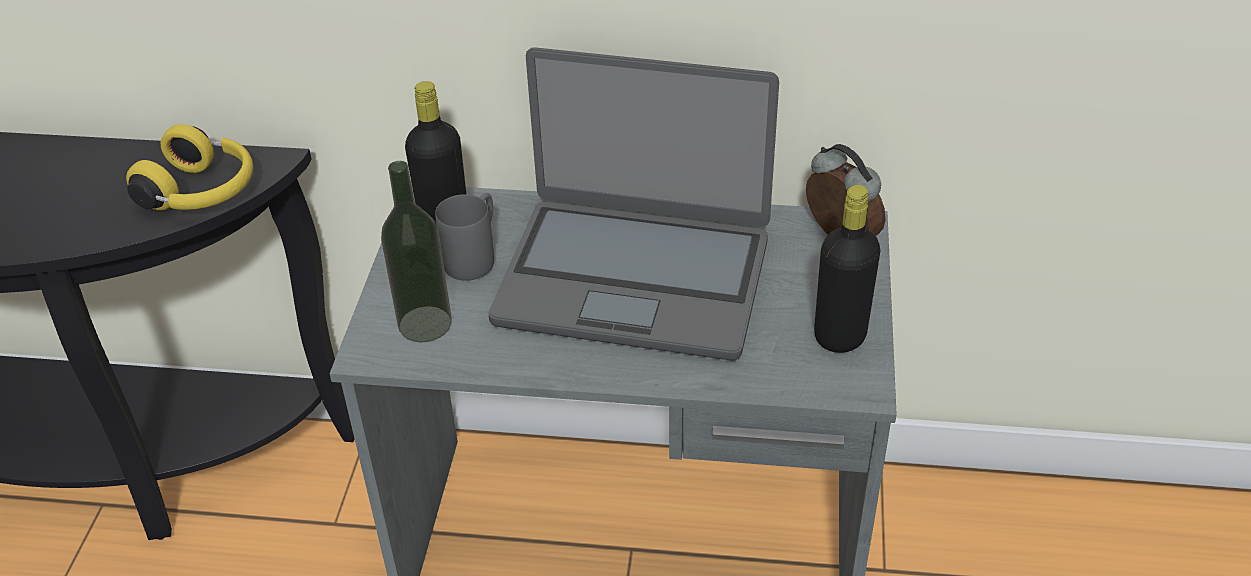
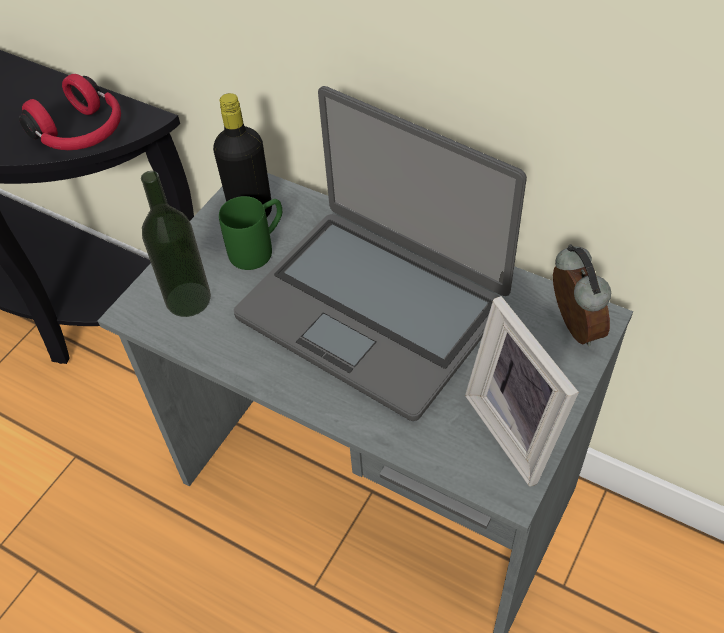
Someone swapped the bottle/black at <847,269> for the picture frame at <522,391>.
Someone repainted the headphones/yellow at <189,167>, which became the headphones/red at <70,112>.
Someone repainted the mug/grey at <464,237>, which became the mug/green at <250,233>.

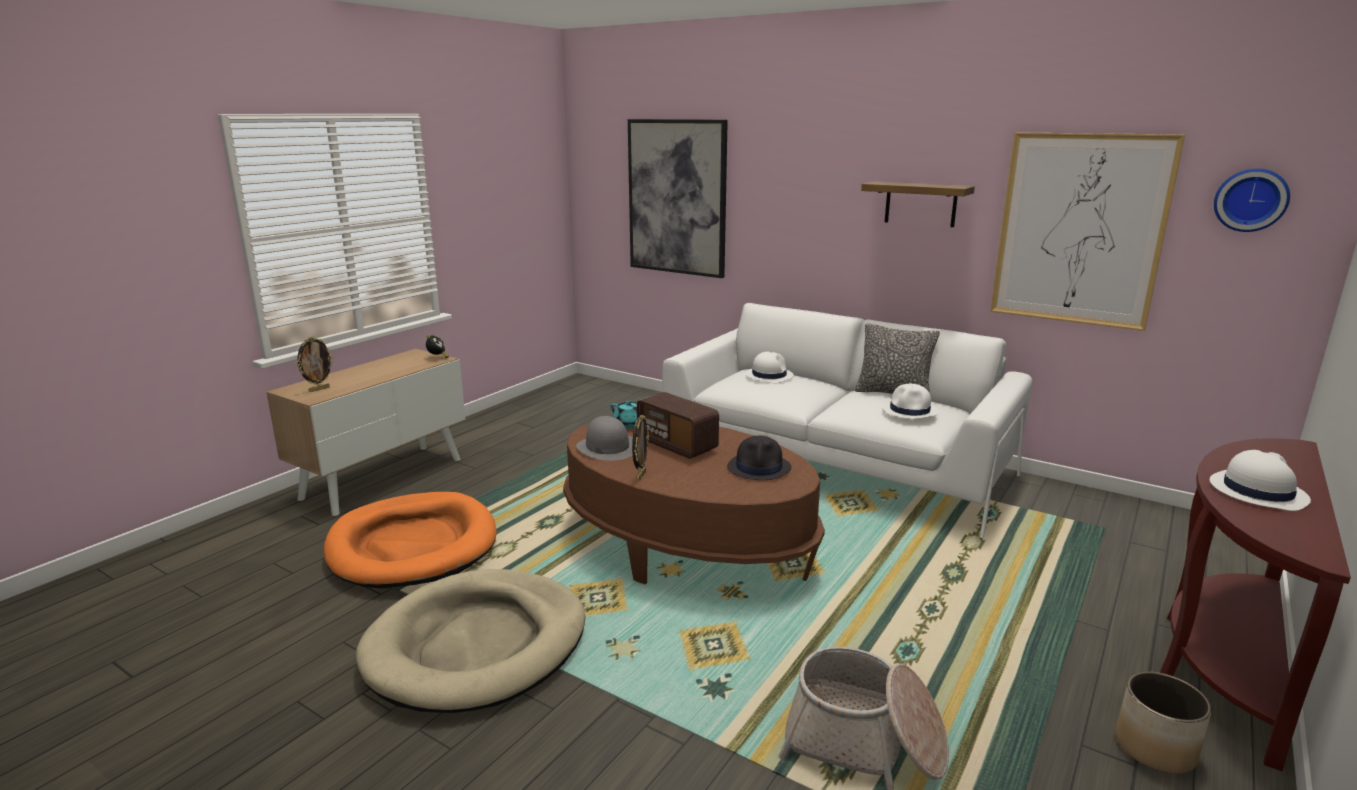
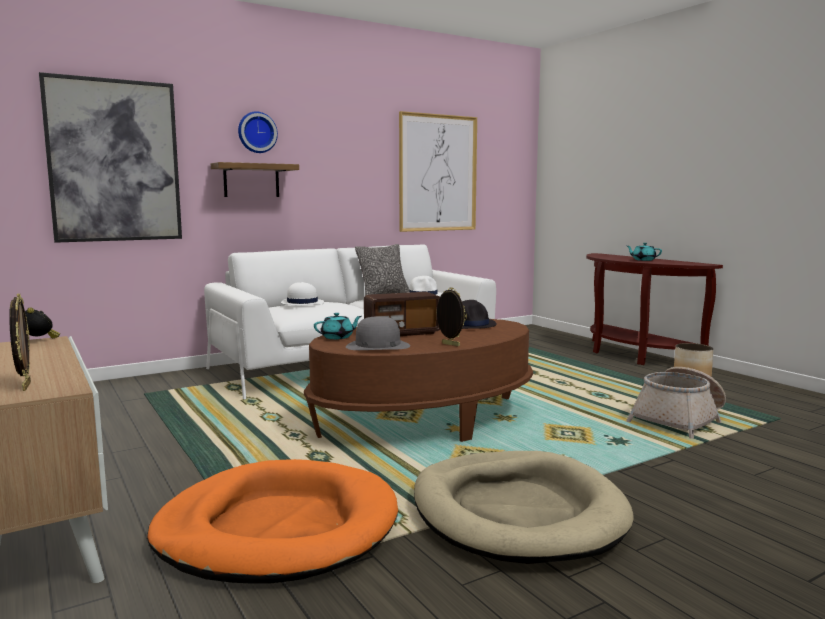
Someone carried the shelf from <918,204> to <255,179>.
Someone carried the wall clock from <1252,200> to <258,132>.
Someone swapped the hat/white at <1260,480> for the teapot/turquoise at <644,252>.

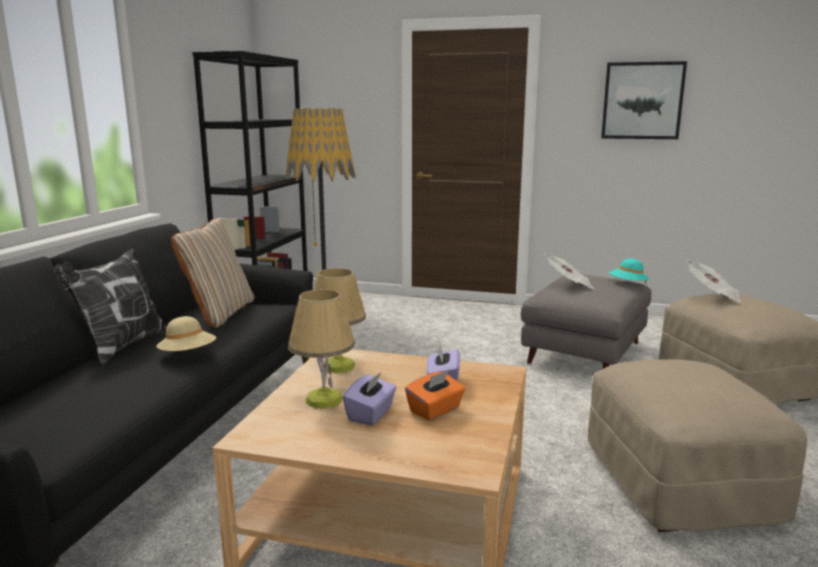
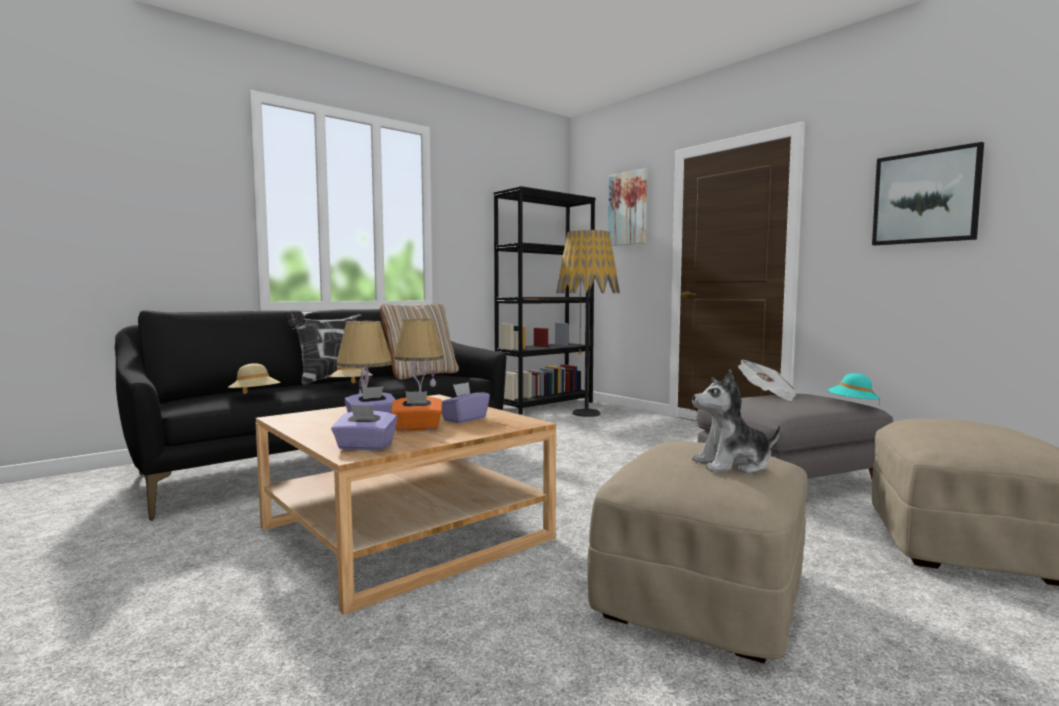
Someone took away the newspaper at <713,281>.
Someone put down the hat/beige at <254,378>.
Someone put down the tissue box/purple at <364,427>.
Someone put up the picture at <628,207>.
Someone put down the plush toy at <736,422>.

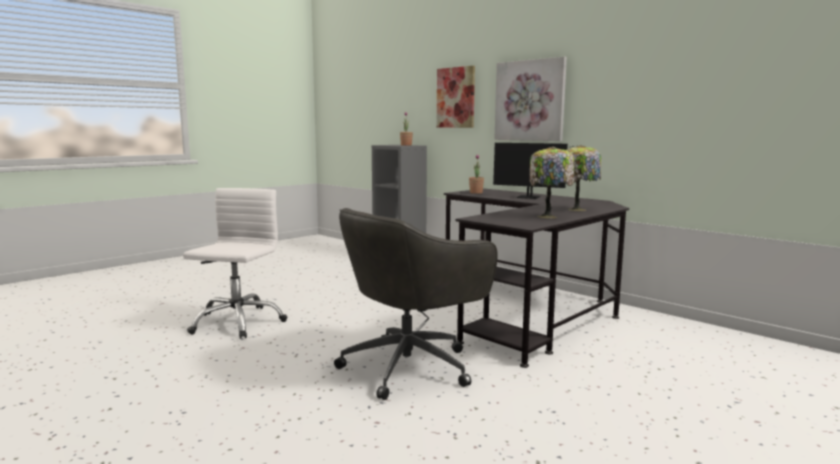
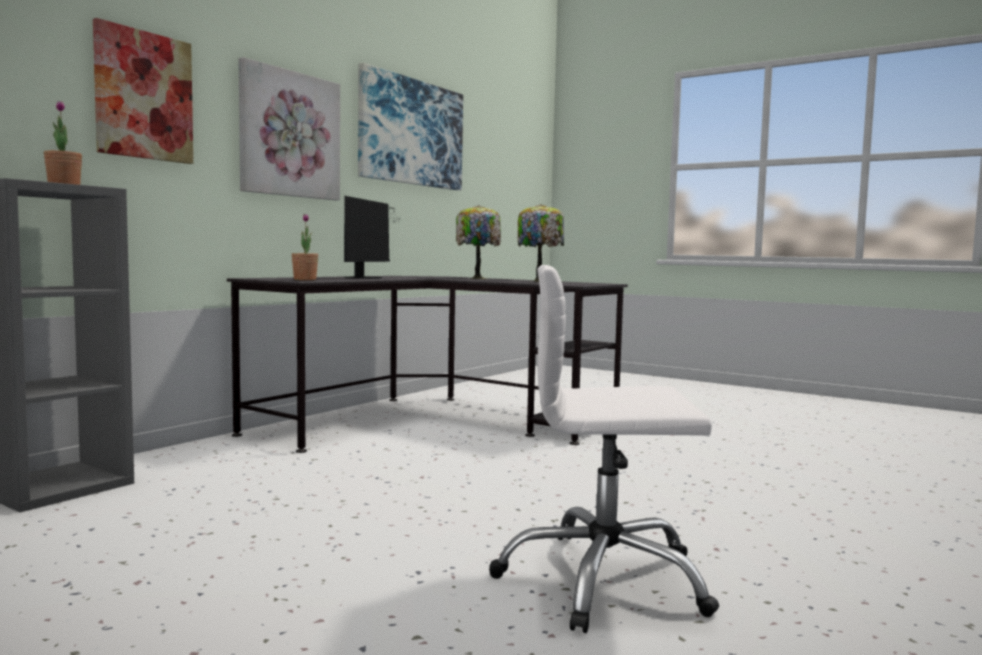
Someone took away the office chair/grey at <416,304>.
Someone put up the picture at <410,126>.

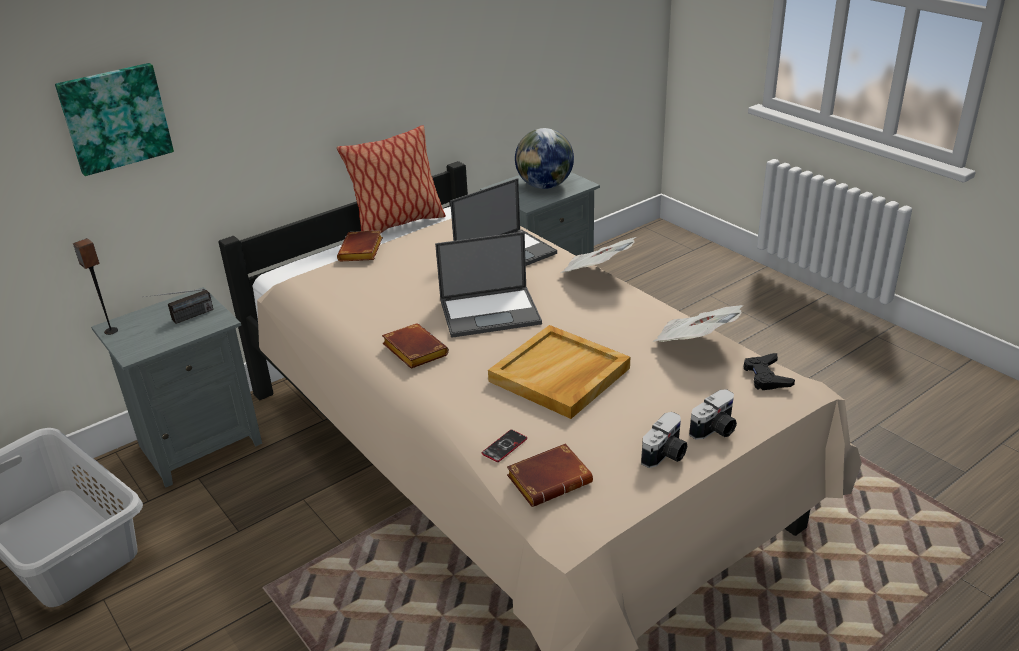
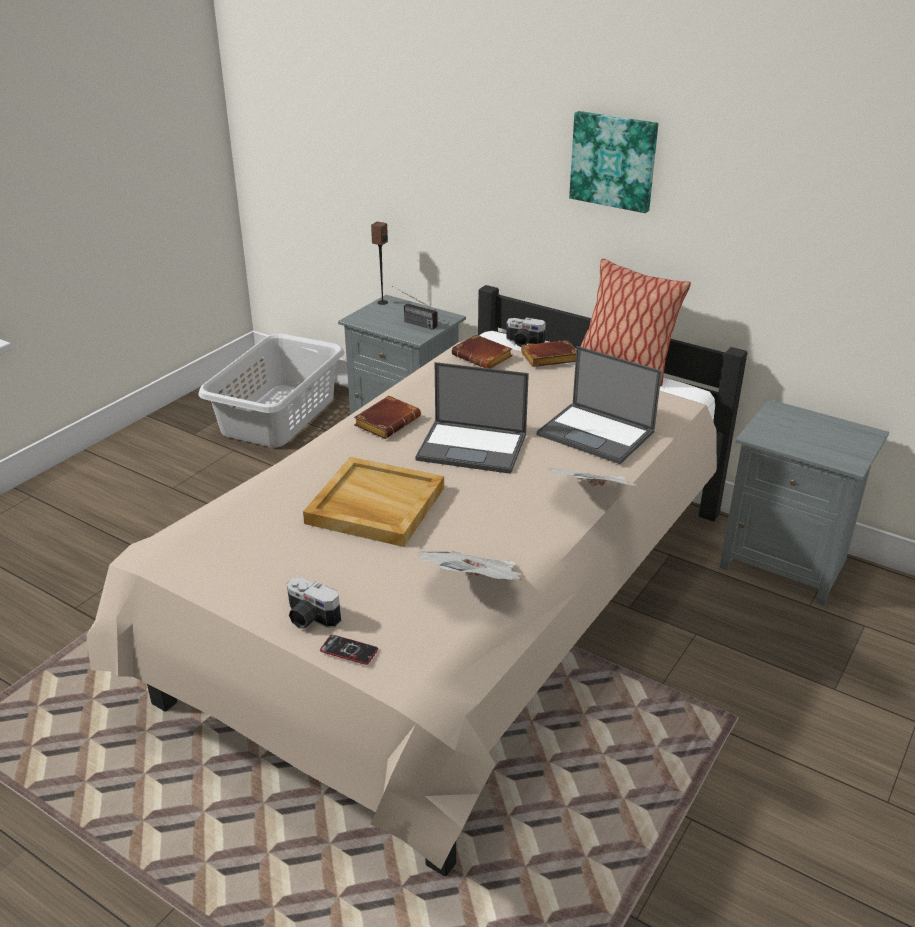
Someone took away the globe at <544,158>.
Someone took away the game controller/black at <769,371>.
Someone carried the picture from <114,119> to <613,162>.
Someone carried the phone from <504,446> to <349,650>.
Someone carried the book/brown from <550,475> to <482,352>.
Someone carried the photo camera from <664,440> to <526,332>.
Someone rotated the laptop at <488,285> by 45 degrees counterclockwise.

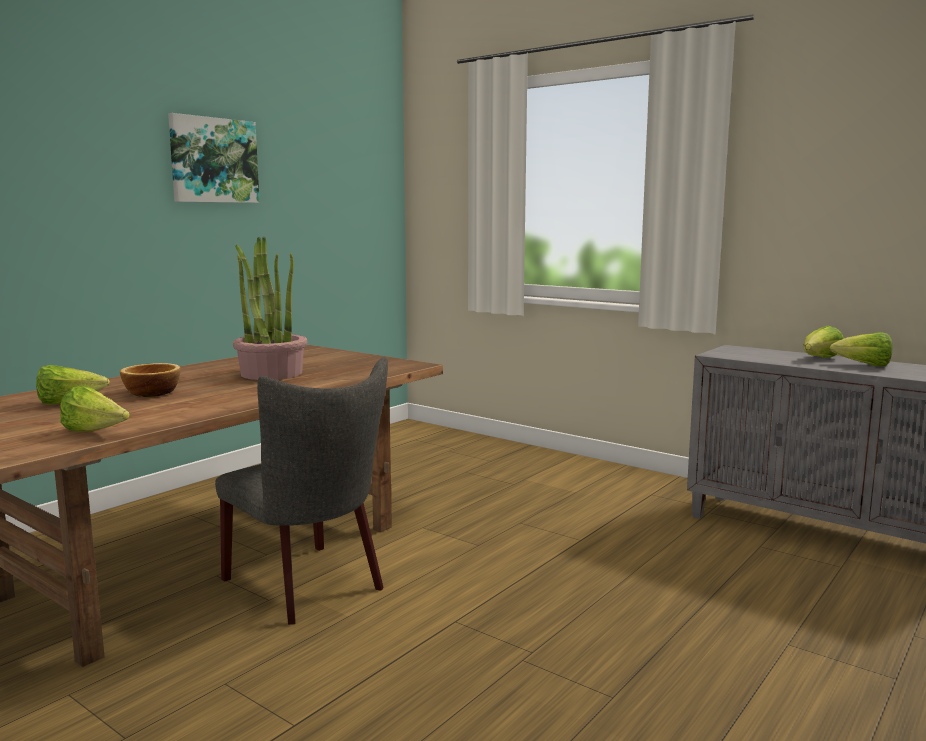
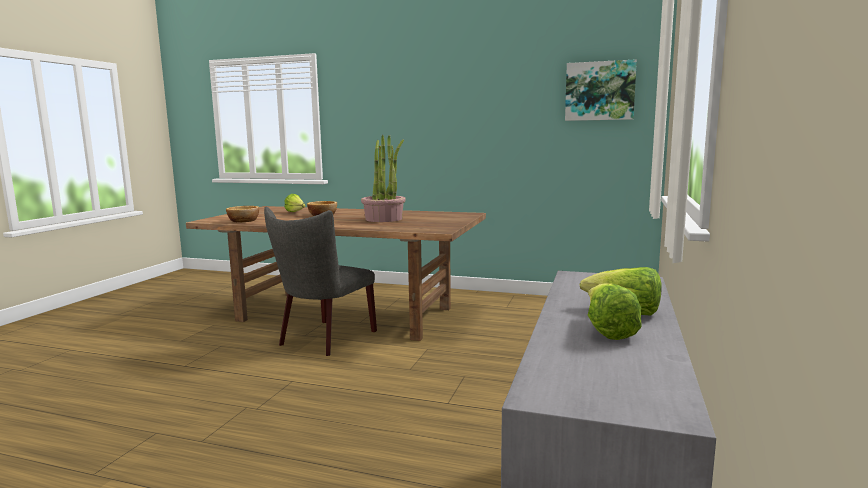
Someone carried the picture from <214,158> to <601,90>.
Someone swapped the lettuce at <95,409> for the bowl at <242,214>.

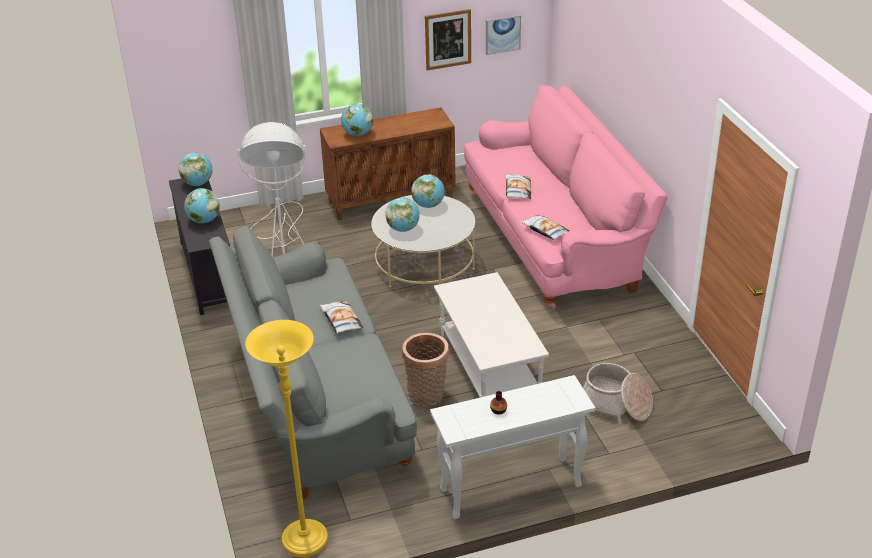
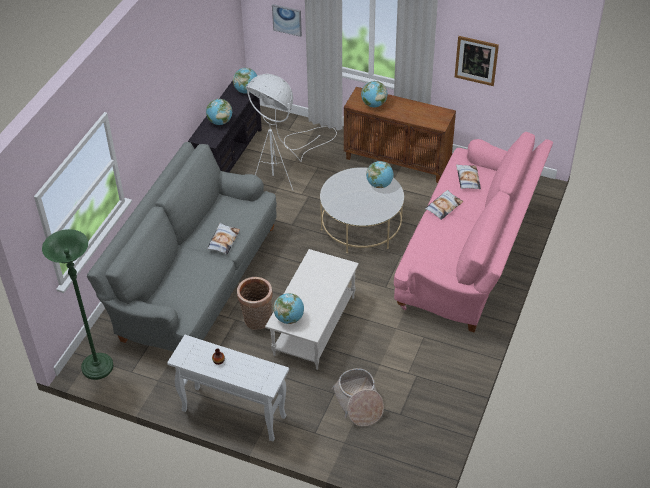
Someone carried the globe from <402,214> to <288,308>.
Someone carried the picture from <503,35> to <287,20>.
Someone carried the pillow from <545,227> to <468,176>.
Someone repainted the floor lamp/yellow at <286,438>, which became the floor lamp/green at <77,304>.

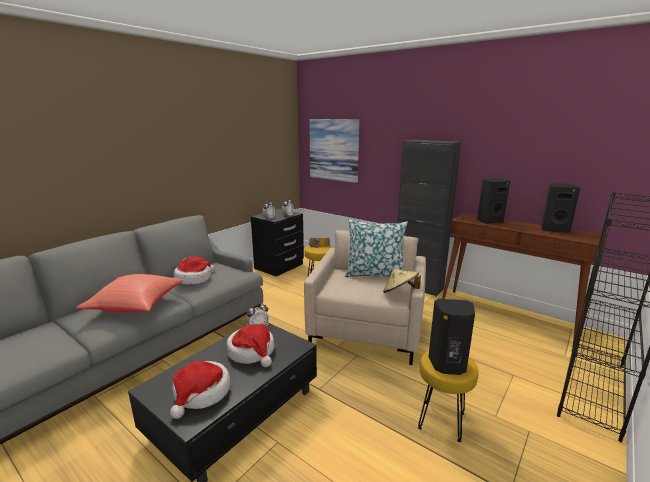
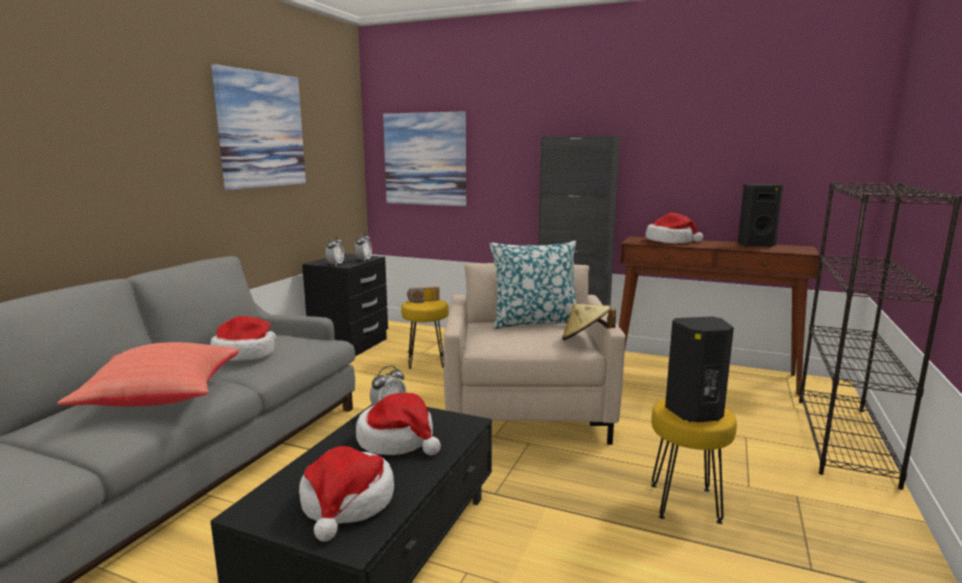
Someone put up the picture at <258,127>.
Someone swapped the speaker/black at <493,201> for the hat at <674,228>.

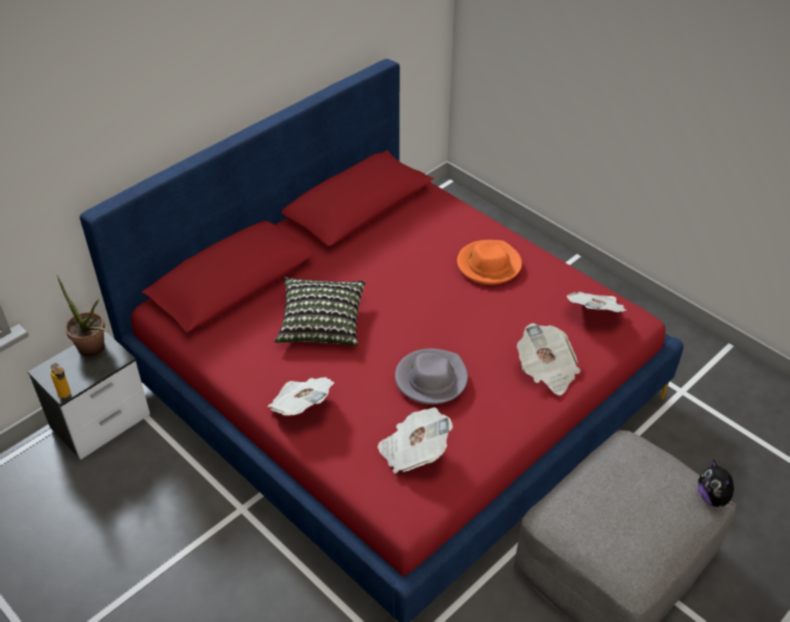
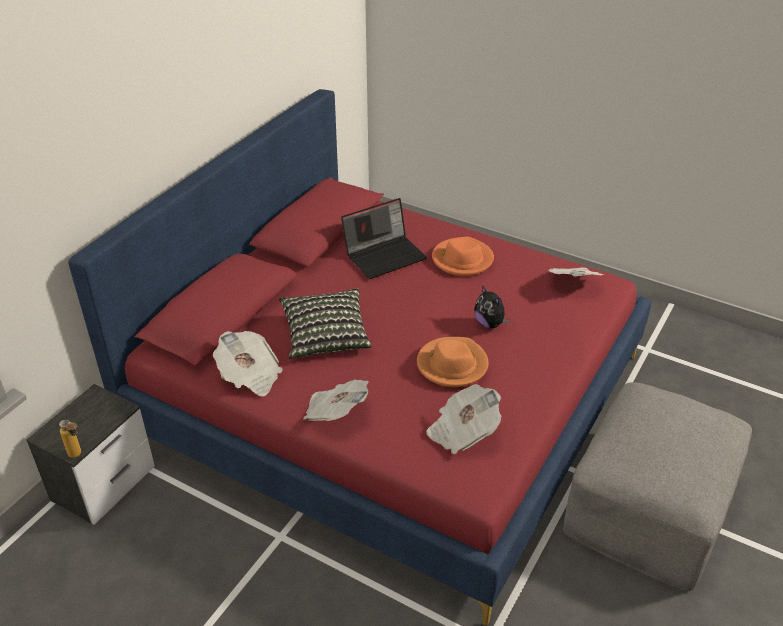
Someone took away the potted plant at <82,316>.
Someone put down the laptop at <384,238>.
Someone carried the newspaper from <549,359> to <248,364>.
Someone carried the plush toy from <718,483> to <492,307>.
Someone repainted the hat/grey at <431,376>, which became the hat/orange at <453,362>.

